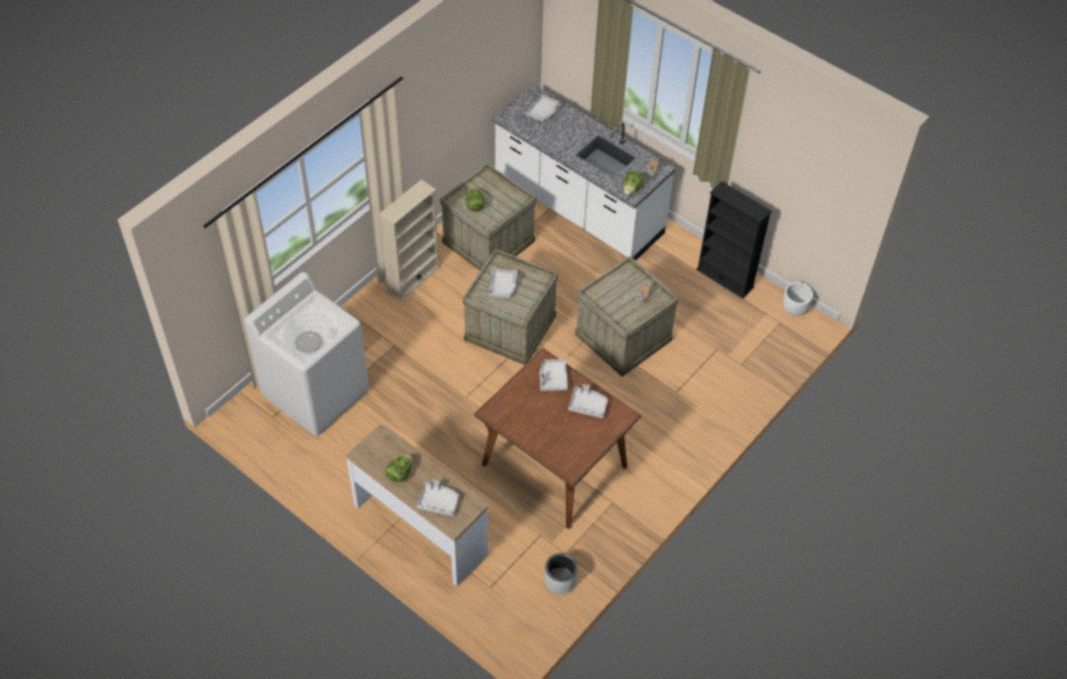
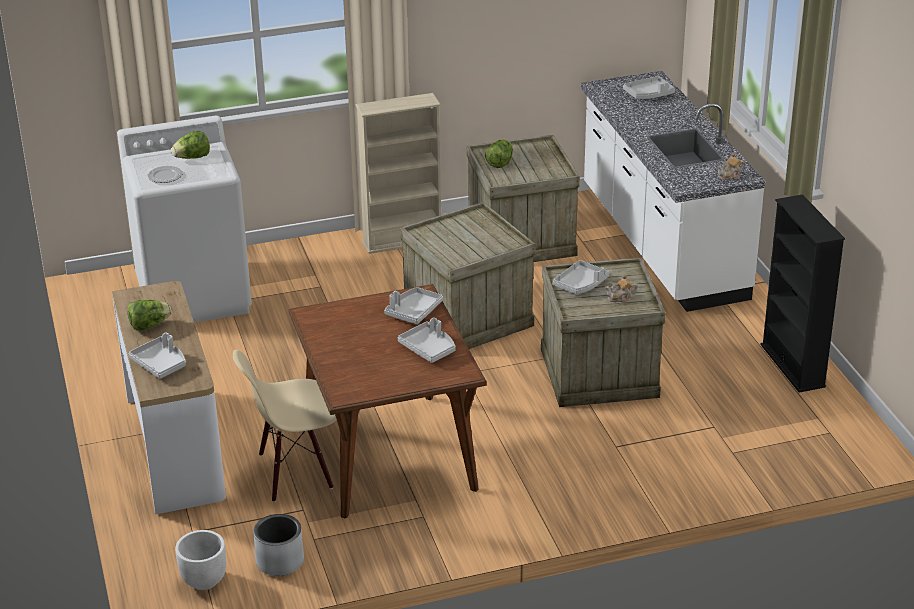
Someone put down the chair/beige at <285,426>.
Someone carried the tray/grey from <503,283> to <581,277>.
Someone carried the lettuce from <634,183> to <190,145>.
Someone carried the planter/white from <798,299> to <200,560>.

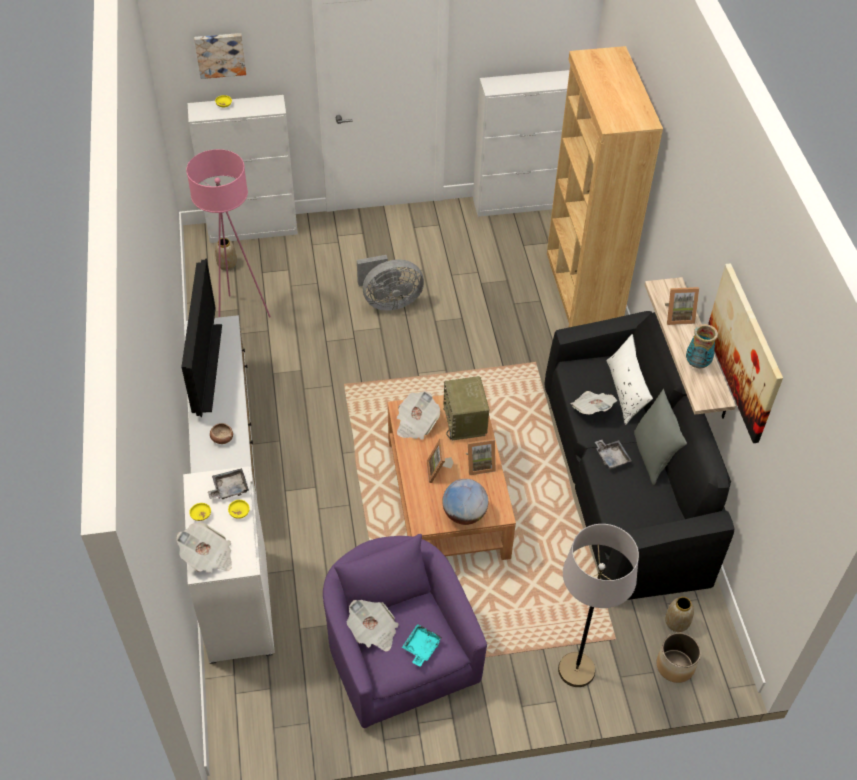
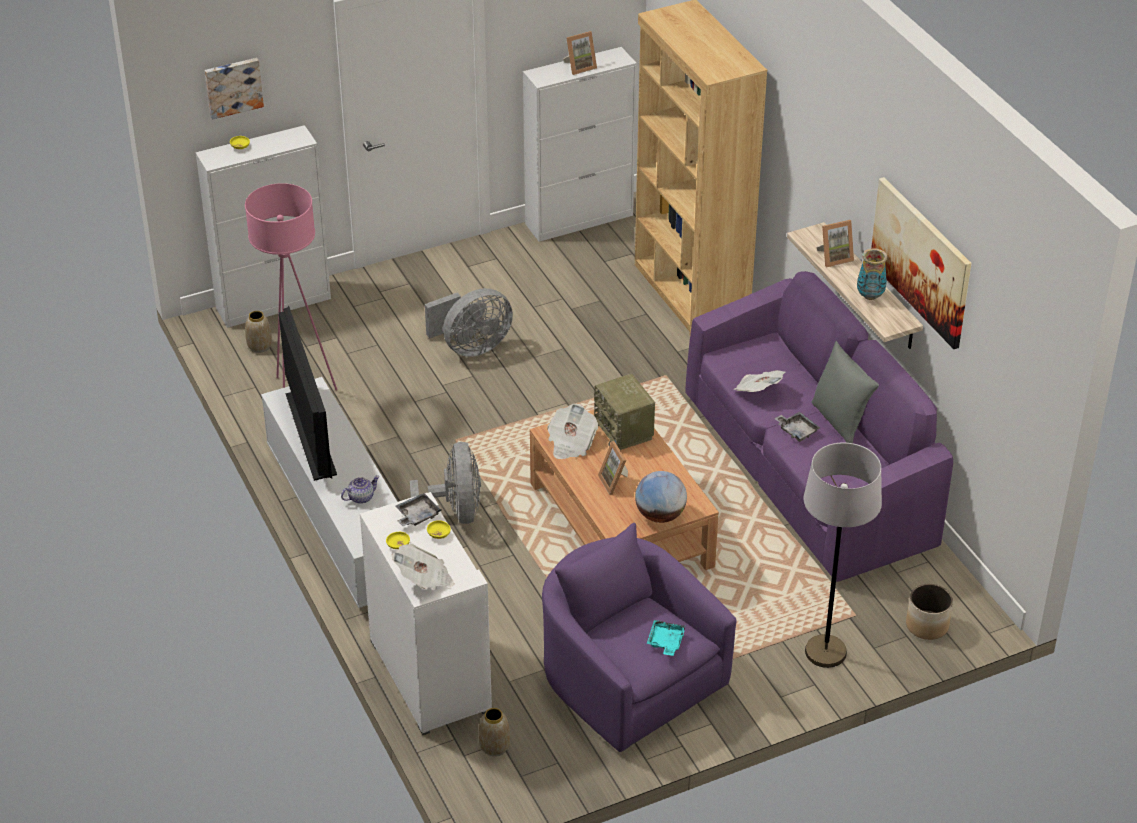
Someone took away the newspaper at <372,625>.
Someone took away the pillow/white at <629,379>.
Someone put down the fan/grey at <445,483>.
Someone carried the picture frame from <481,457> to <580,53>.
Someone carried the vase from <679,614> to <494,732>.
Someone swapped the bowl at <221,433> for the teapot at <360,489>.
Someone repainted the sofa/black at <639,455>, which became the sofa/purple at <819,426>.

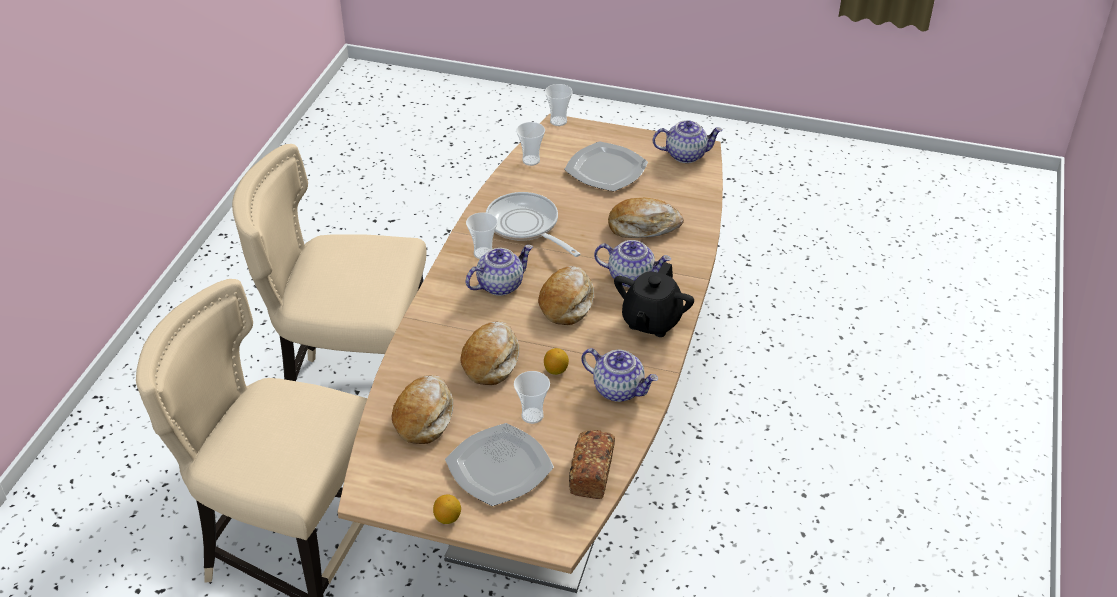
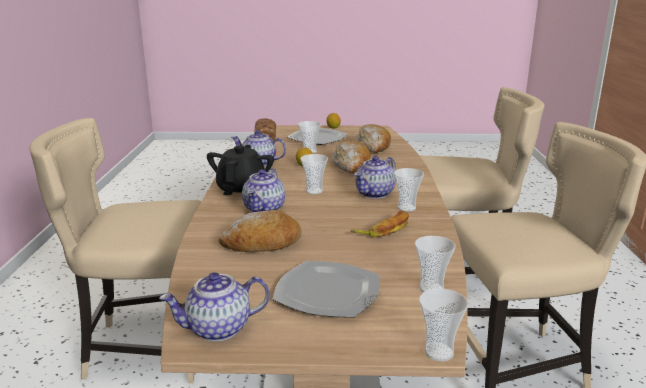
Someone put down the chair/beige at <115,250>.
Someone swapped the frying pan at <533,224> for the banana at <379,224>.
Someone swapped the bread at <566,295> for the cup at <314,174>.
Someone rotated the teapot at <632,264> by 75 degrees counterclockwise.

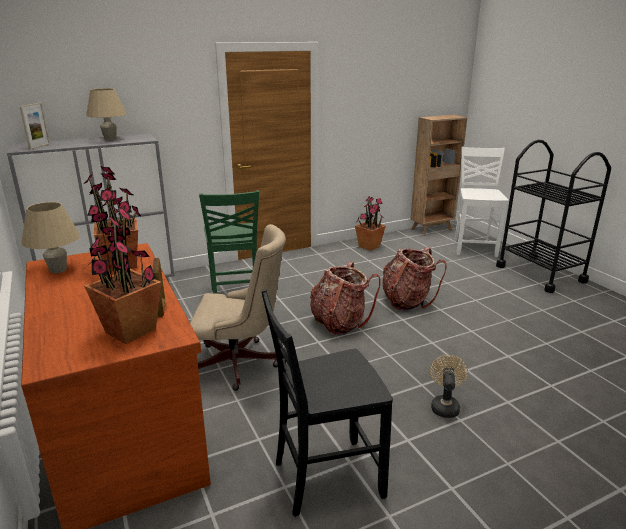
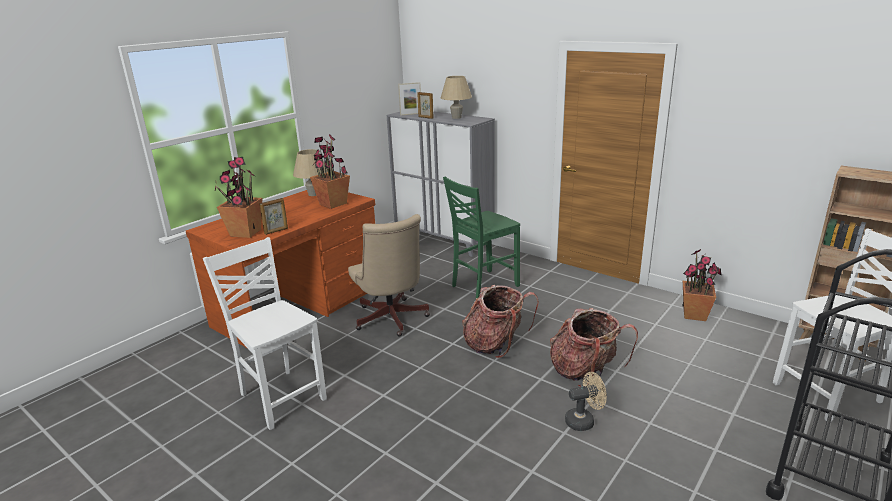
Someone put down the picture frame at <425,105>.
Someone carried the fan/beige from <449,386> to <586,401>.
Someone repainted the chair/black at <327,403>, which became the chair/white at <265,333>.

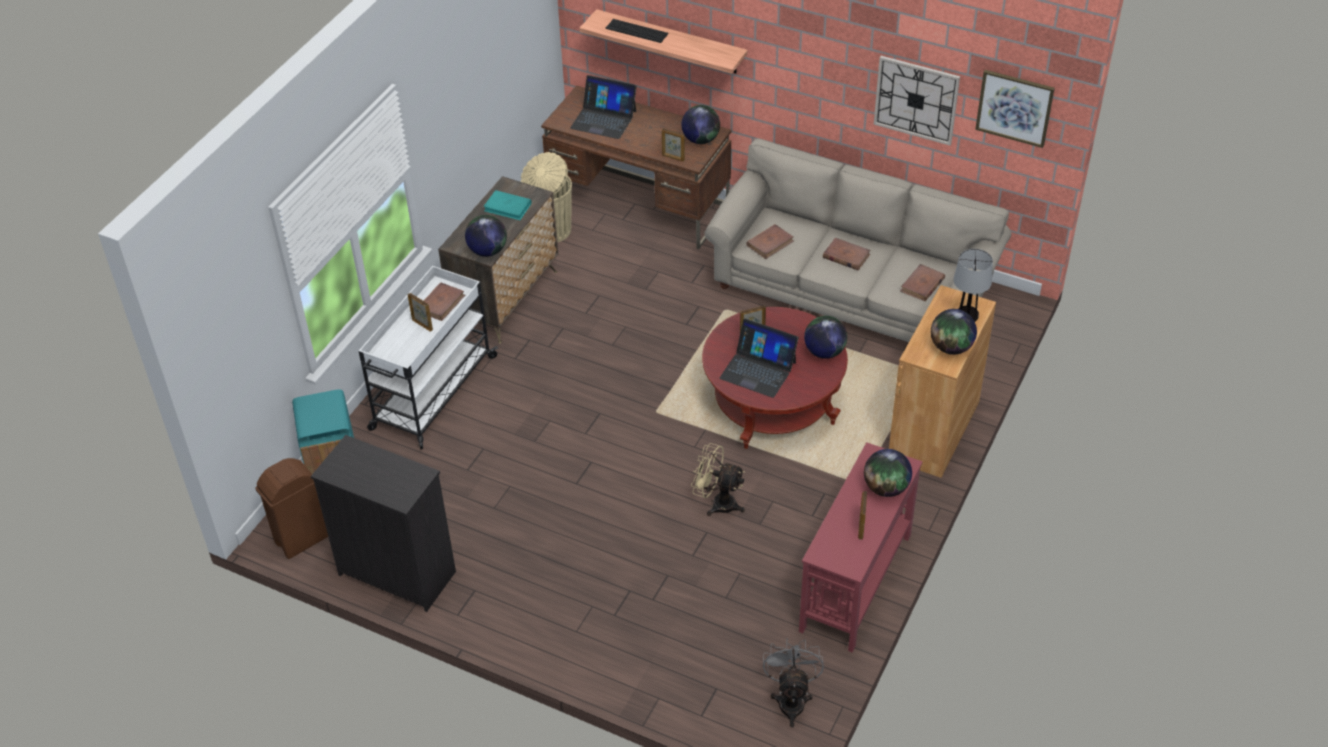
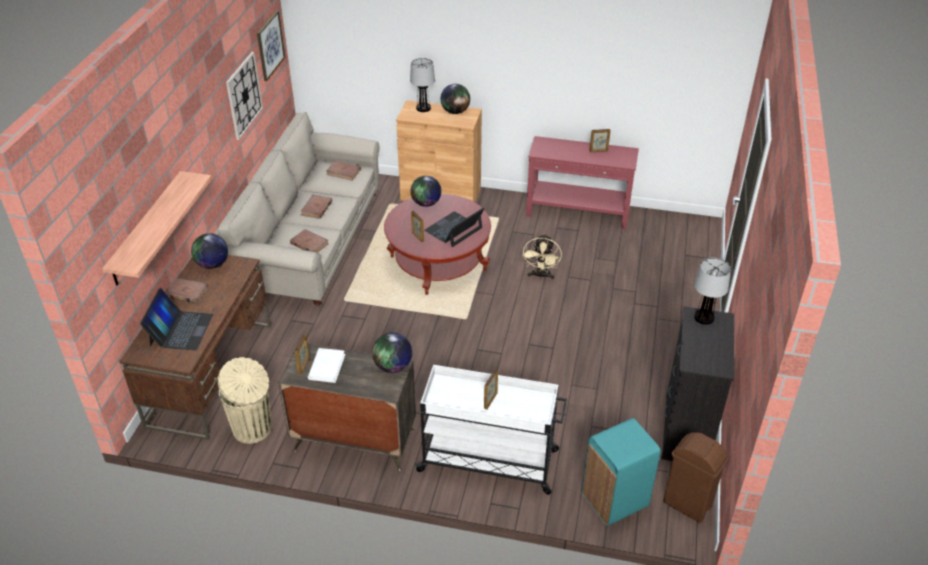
Someone took away the keyboard at <637,31>.
Someone took away the fan/grey at <793,683>.
Someone took away the globe at <888,473>.
Someone put down the table lamp at <712,291>.
Someone carried the book/brown from <444,301> to <187,291>.
Someone carried the picture frame from <673,145> to <302,354>.
Someone repainted the book/turquoise at <507,205>, which became the book/white at <327,365>.
Someone rotated the laptop at <759,358> by 150 degrees counterclockwise.

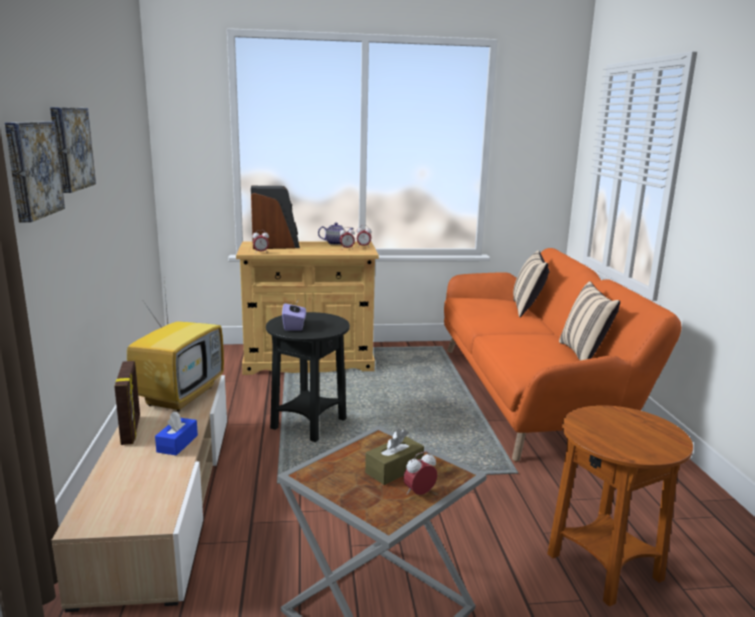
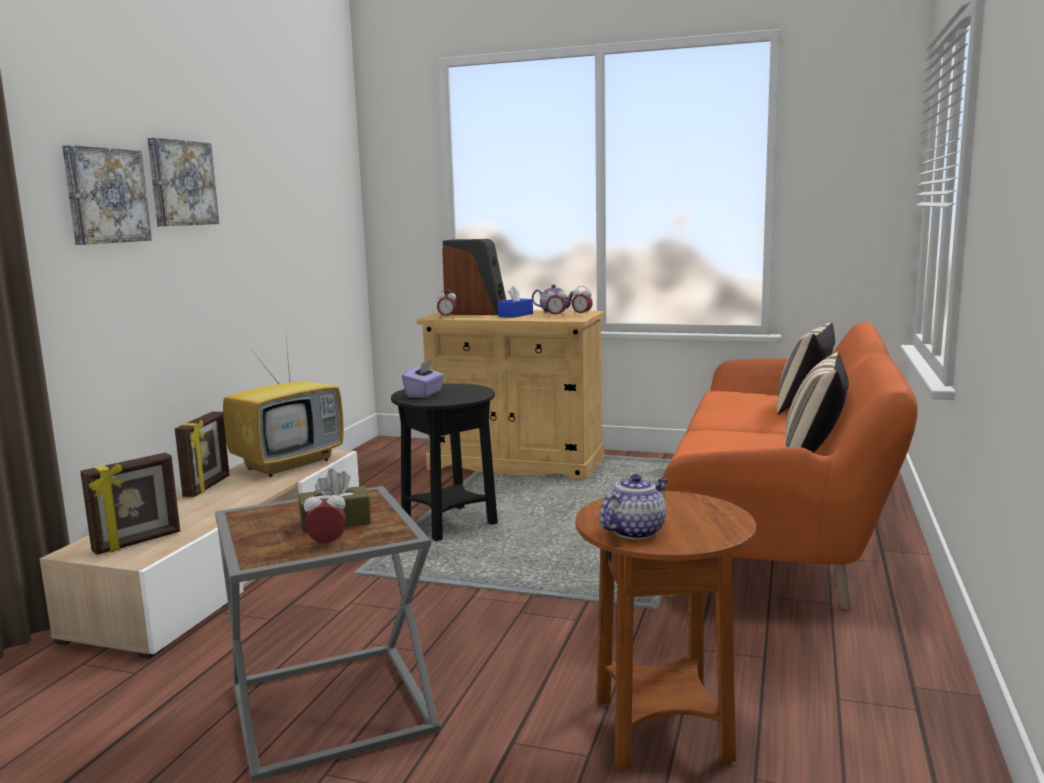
Someone put down the picture frame at <130,504>.
Someone put down the teapot at <633,507>.
Someone carried the tissue box/blue from <176,433> to <515,302>.

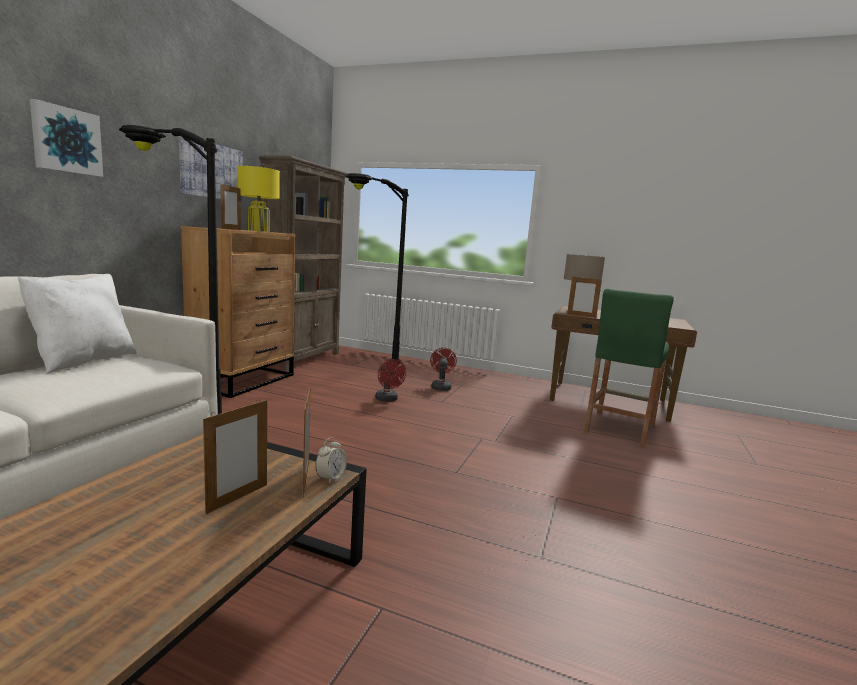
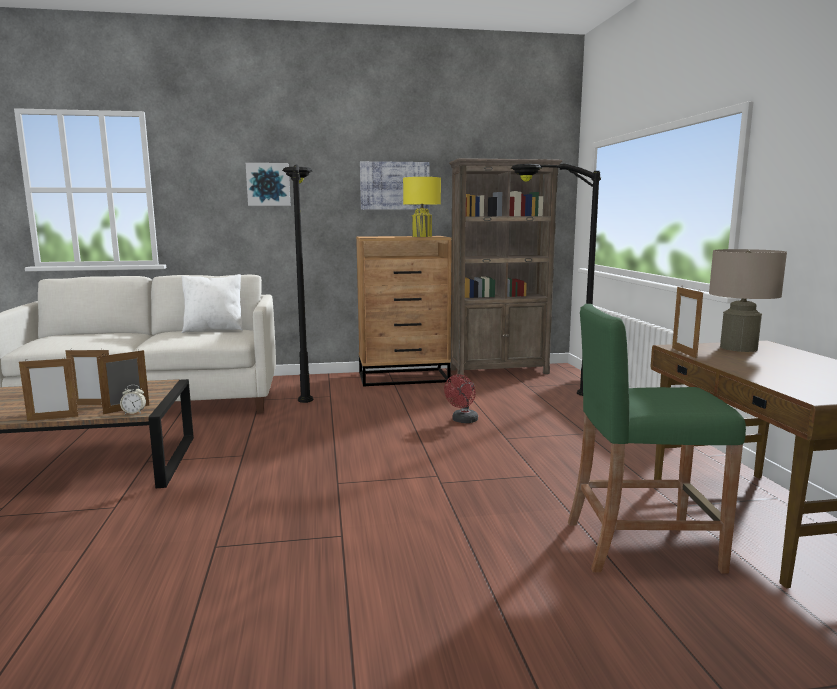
Someone took away the fan/red at <443,369>.
Someone carried the picture frame from <230,207> to <49,389>.

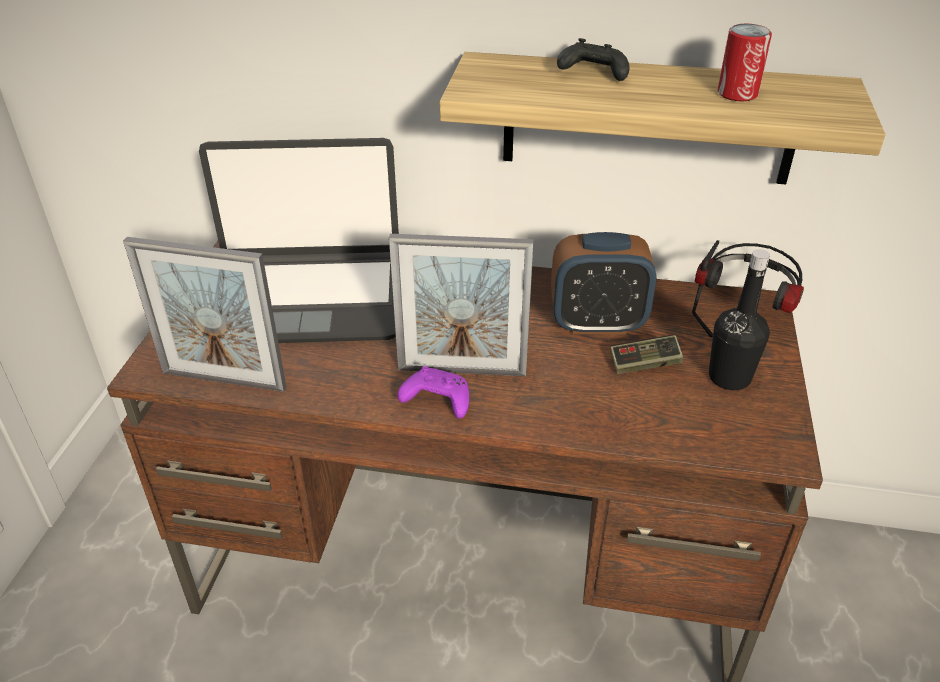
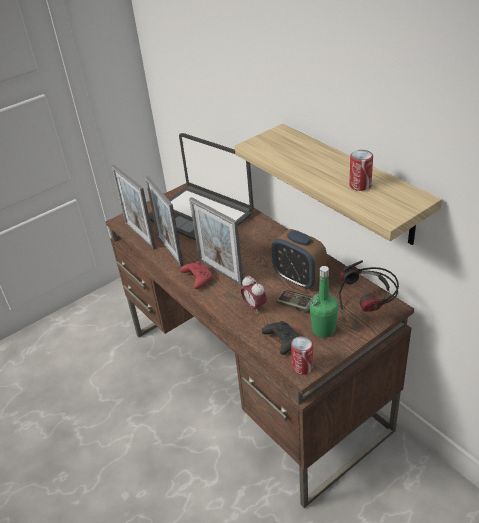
Someone put down the picture frame at <164,221>.
Someone put down the alarm clock at <254,295>.
Someone put down the can at <302,355>.
Someone carried the game controller/black from <593,59> to <280,338>.
Someone repainted the game controller/purple at <433,392>, which became the game controller/red at <196,275>.
Someone repainted the bottle/black at <739,319>, which became the bottle/green at <324,302>.

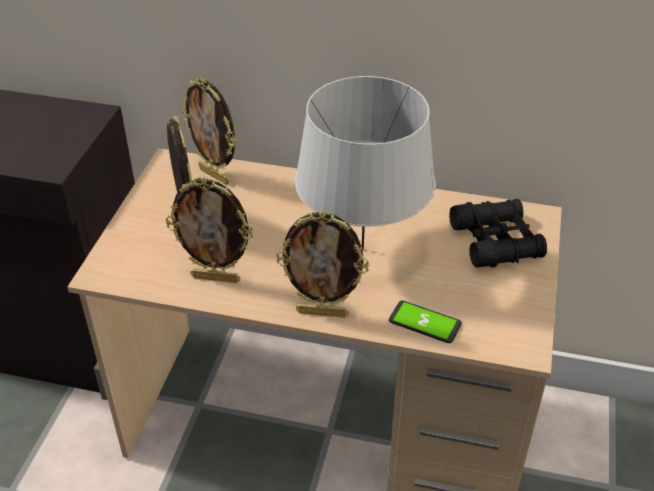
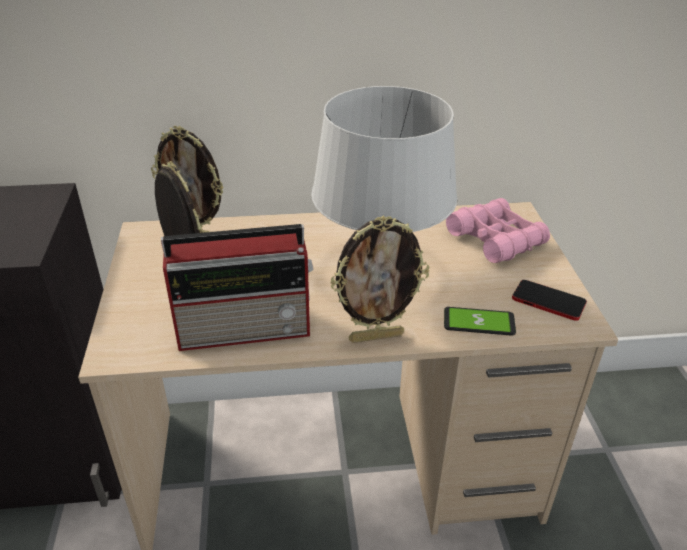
Someone put down the phone at <549,300>.
Someone swapped the picture frame at <209,230> for the radio at <237,287>.
Someone repainted the binoculars/black at <498,233>, which became the binoculars/pink at <498,230>.

